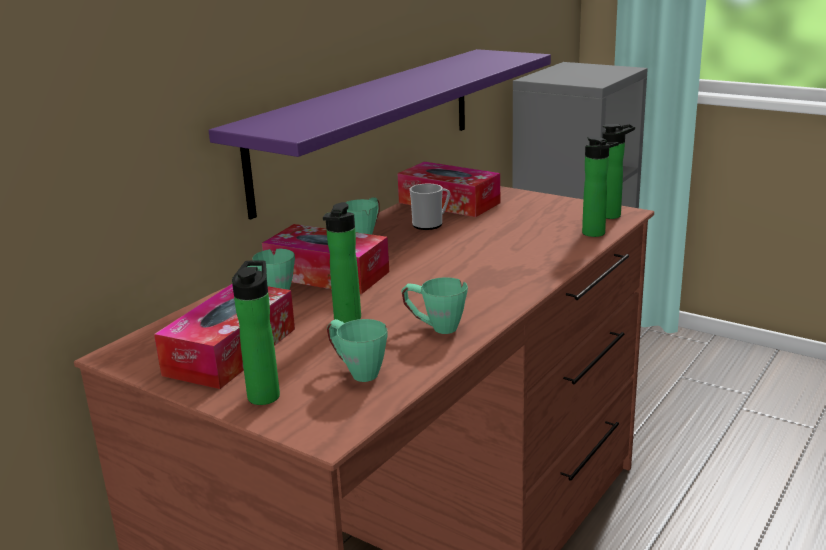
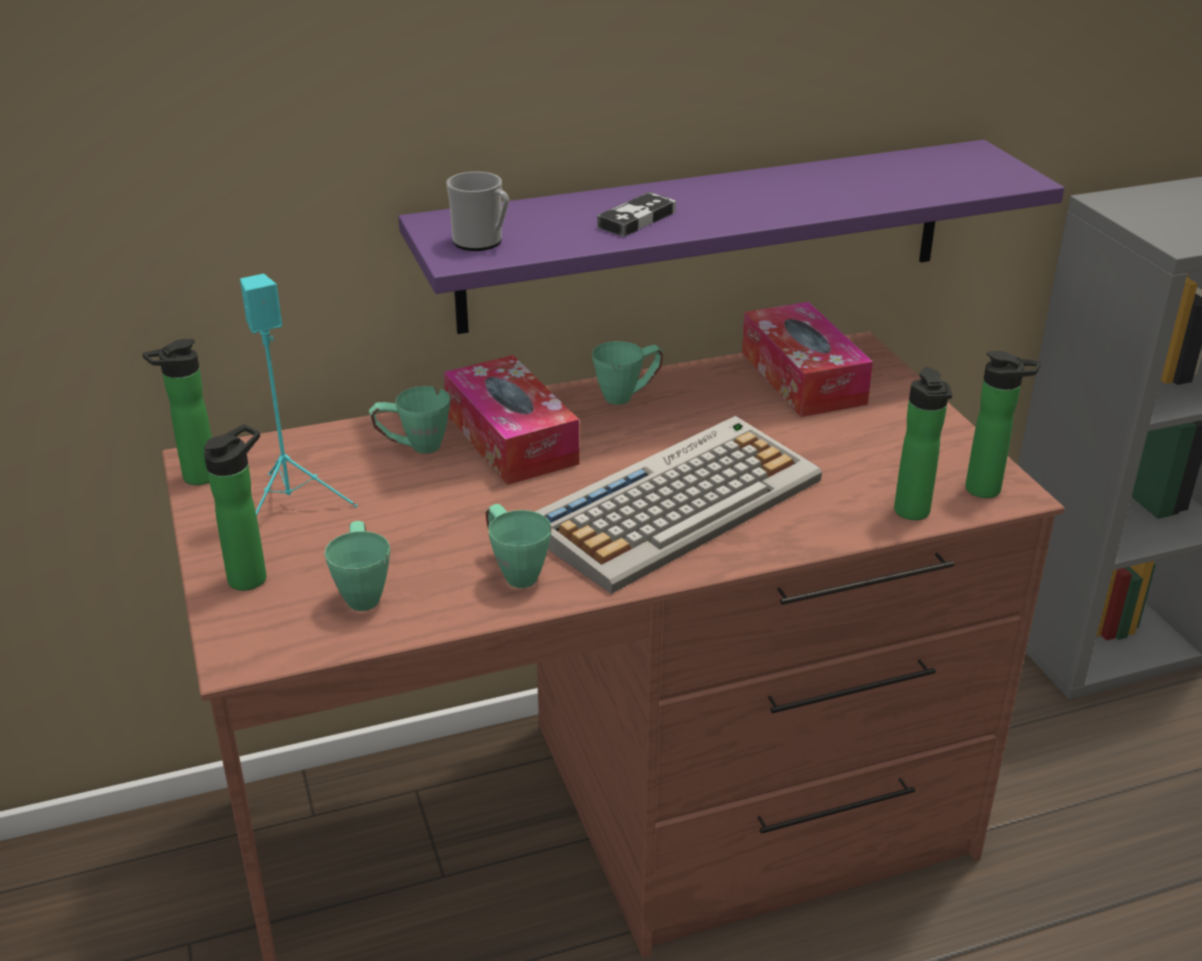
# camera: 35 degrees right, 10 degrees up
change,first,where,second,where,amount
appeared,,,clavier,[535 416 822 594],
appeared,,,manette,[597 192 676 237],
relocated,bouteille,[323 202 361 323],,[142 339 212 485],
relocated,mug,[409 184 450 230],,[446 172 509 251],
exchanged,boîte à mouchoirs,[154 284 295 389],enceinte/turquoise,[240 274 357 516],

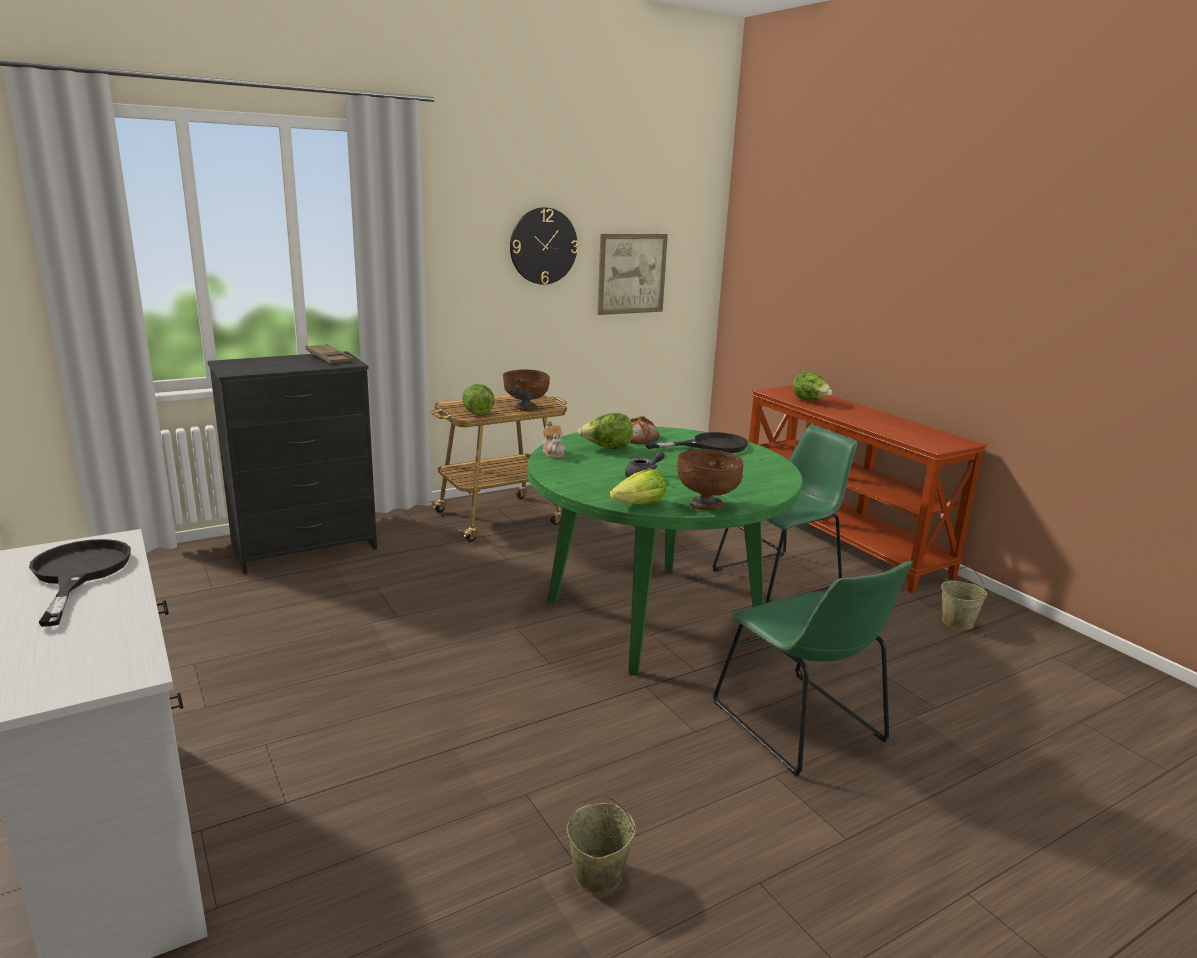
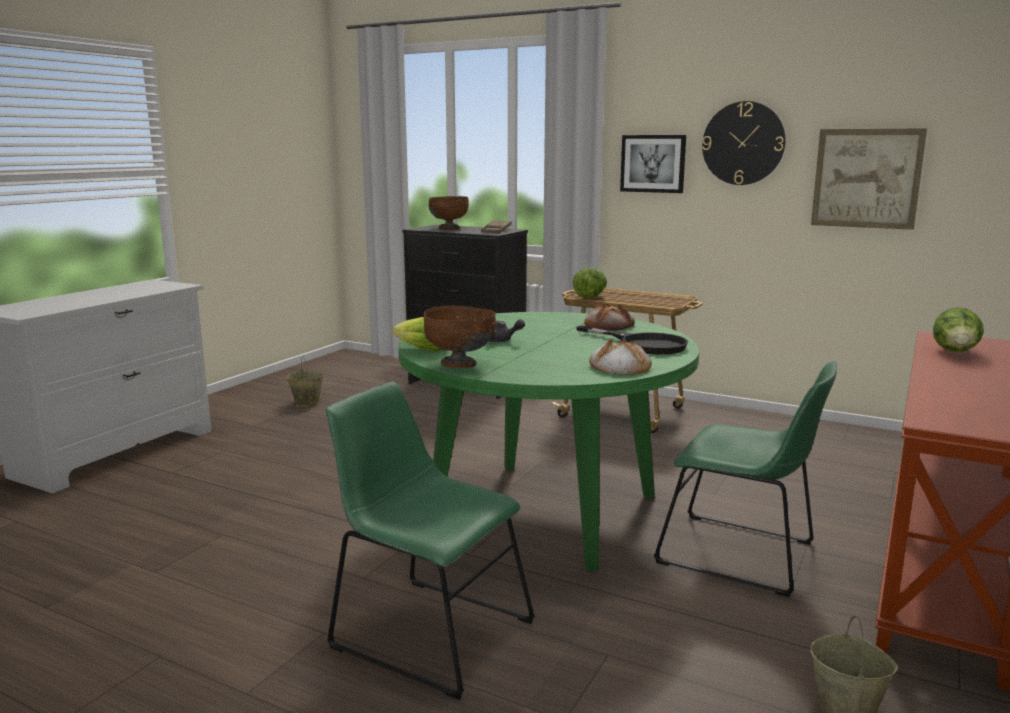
# camera: 60 degrees right, 5 degrees down
change,first,where,second,where,amount
missing,poêle/noir,[29 539 131 627],,,
missing,théière,[542 421 565 458],,,
missing,laitue,[578 413 633 449],,,
appeared,,,pain,[589 338 652 375],
appeared,,,tableau,[620 135 686 193],
relocated,bol/marron,[503 370 550 411],,[429 196 469 230],
relocated,seau/beige,[567 794 636 894],,[287 356 324 406],
spun,chaise/vert,[713 561 913 777],,[326 382 535 700],90 degrees clockwise

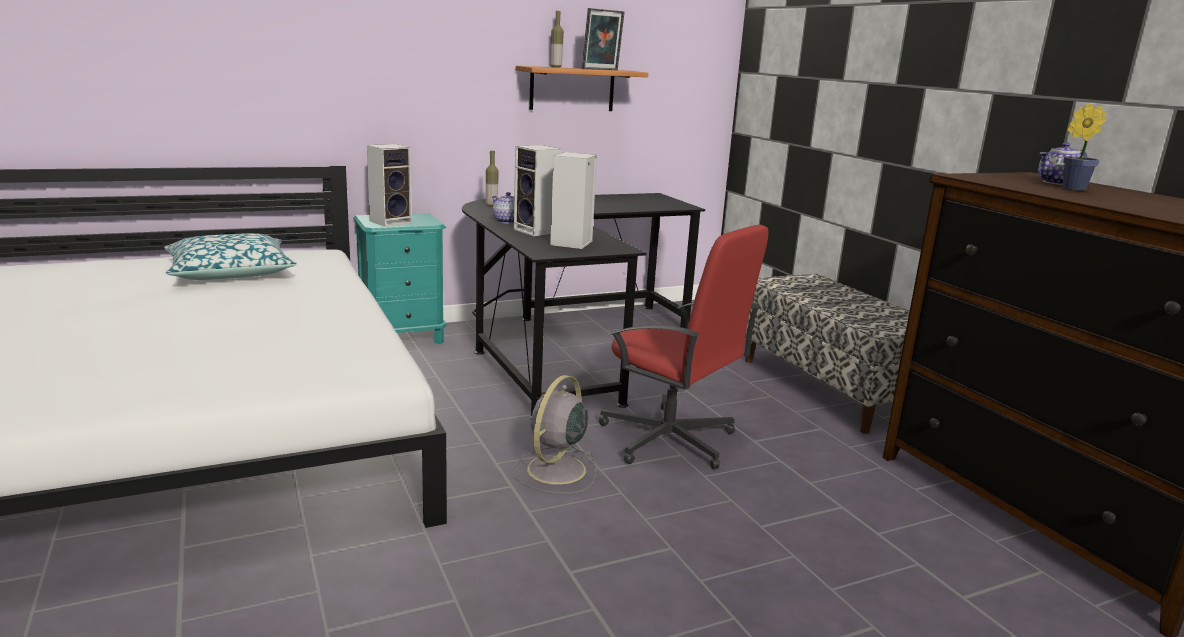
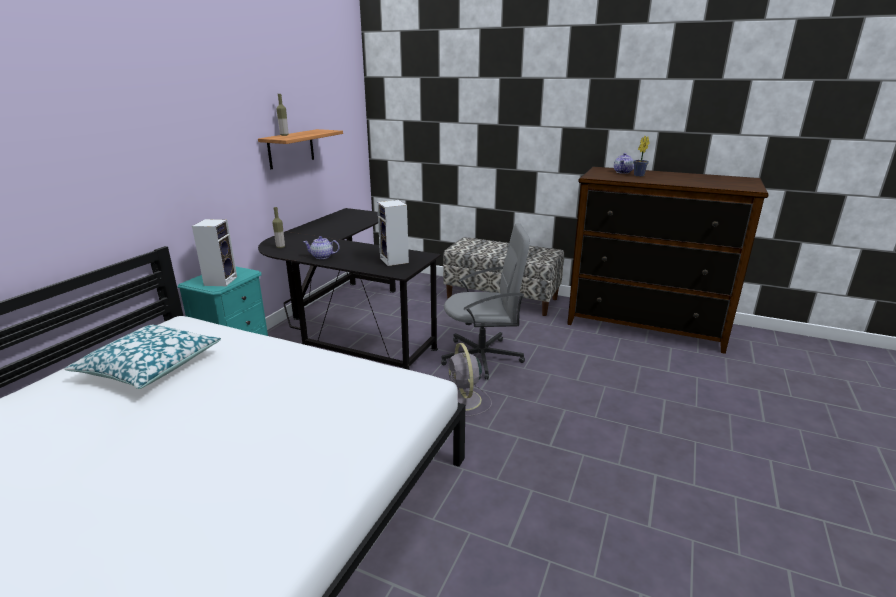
# camera: 40 degrees left, 5 degrees up
change,first,where,second,where,amount
missing,enceinte,[514 145 562 236],,,
missing,cadre photo,[582 8 625 70],,,
colour,chaise de bureau/rouge,[599 225 768 469],chaise de bureau/gris,[441 223 530 380],

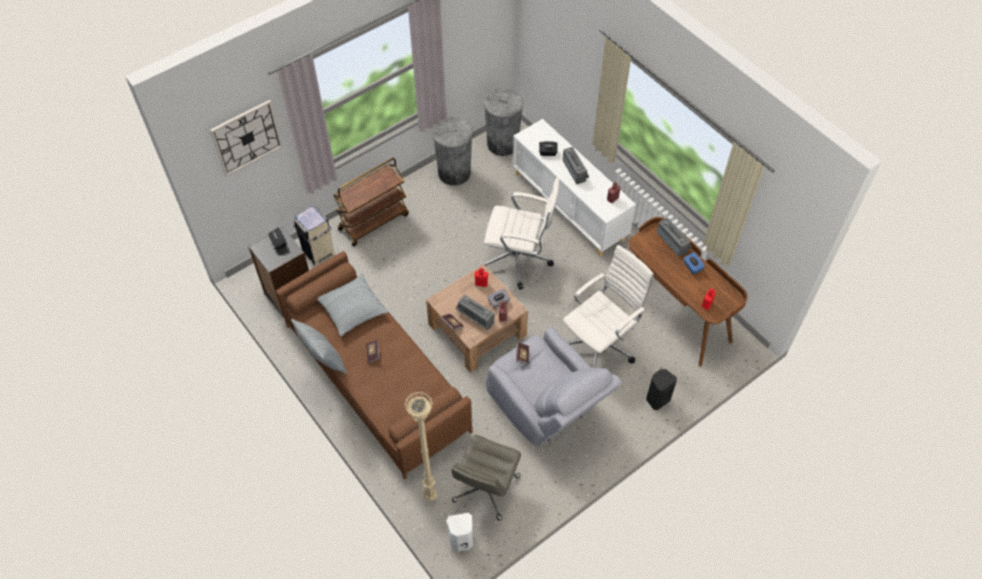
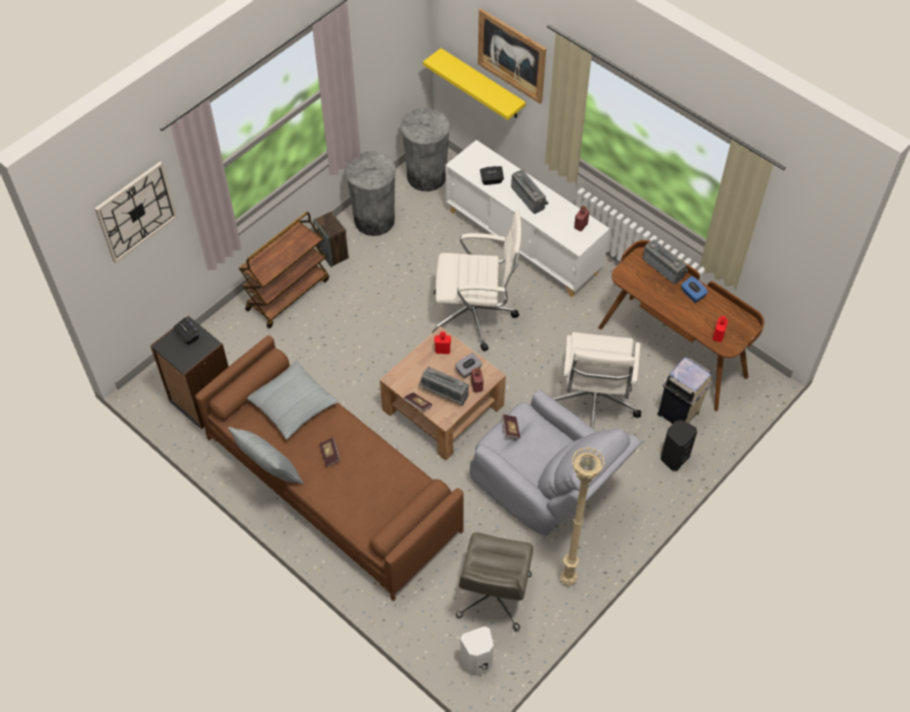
# camera: 10 degrees left, 0 degrees up
change,first,where,second,where,amount
appeared,,,enceinte,[313 212 349 267],
appeared,,,étagère/jaune,[423 48 526 120],
appeared,,,tableau,[478 9 546 104],
relocated,poubelle/beige,[293 206 335 266],,[657 357 712 424],
relocated,lampadaire/beige,[405 392 437 502],,[560 447 605 586],
spun,chaise de bureau/blanc,[563 245 654 368],,[553 332 641 429],150 degrees clockwise

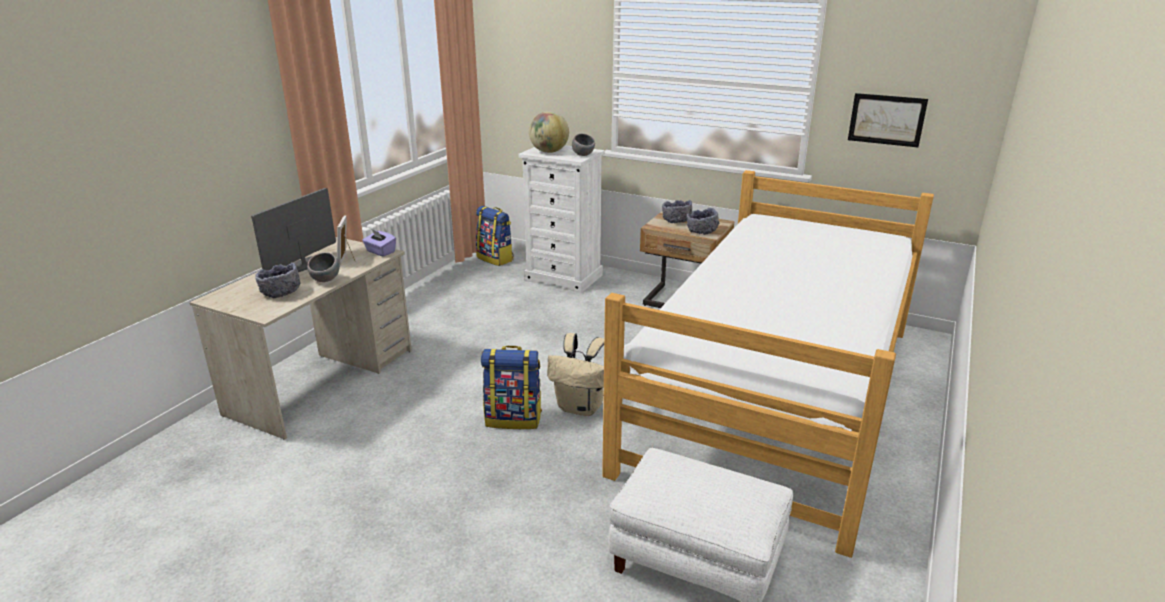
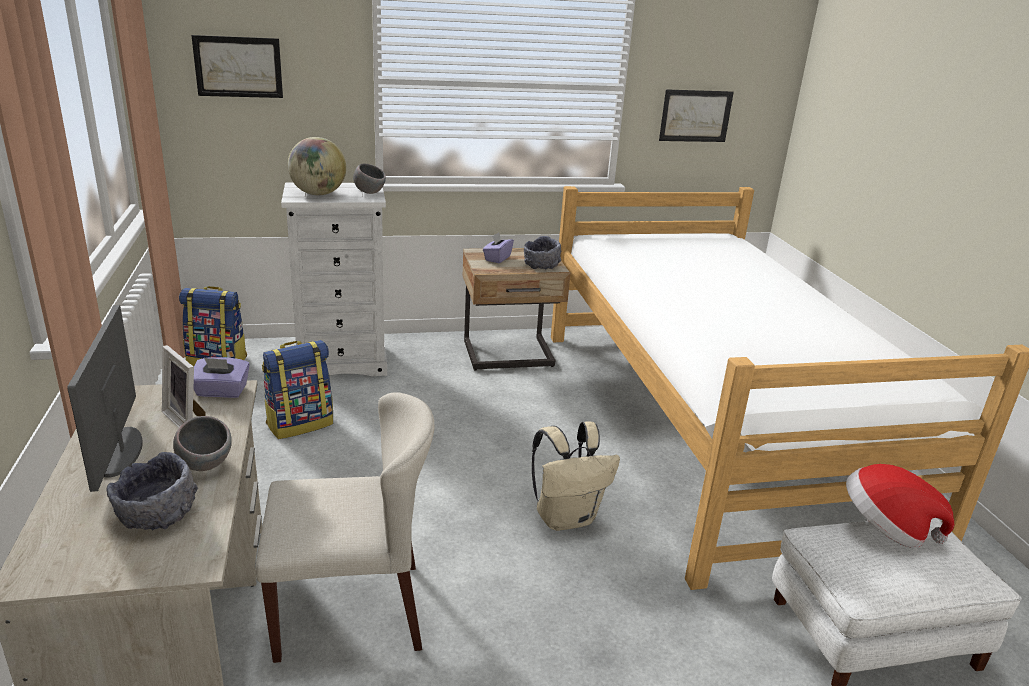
# camera: 40 degrees left, 0 degrees up
change,first,where,second,where,amount
appeared,,,tableau,[191 35 283 98],
appeared,,,chaise/beige,[255 392 435 663],
appeared,,,chapeau,[846 464 954 548],
relocated,sac à dos,[481 346 542 429],,[262 340 333 439],
exchanged,bol/gris,[662 200 692 223],boîte à mouchoirs/violet,[483 233 514 263],

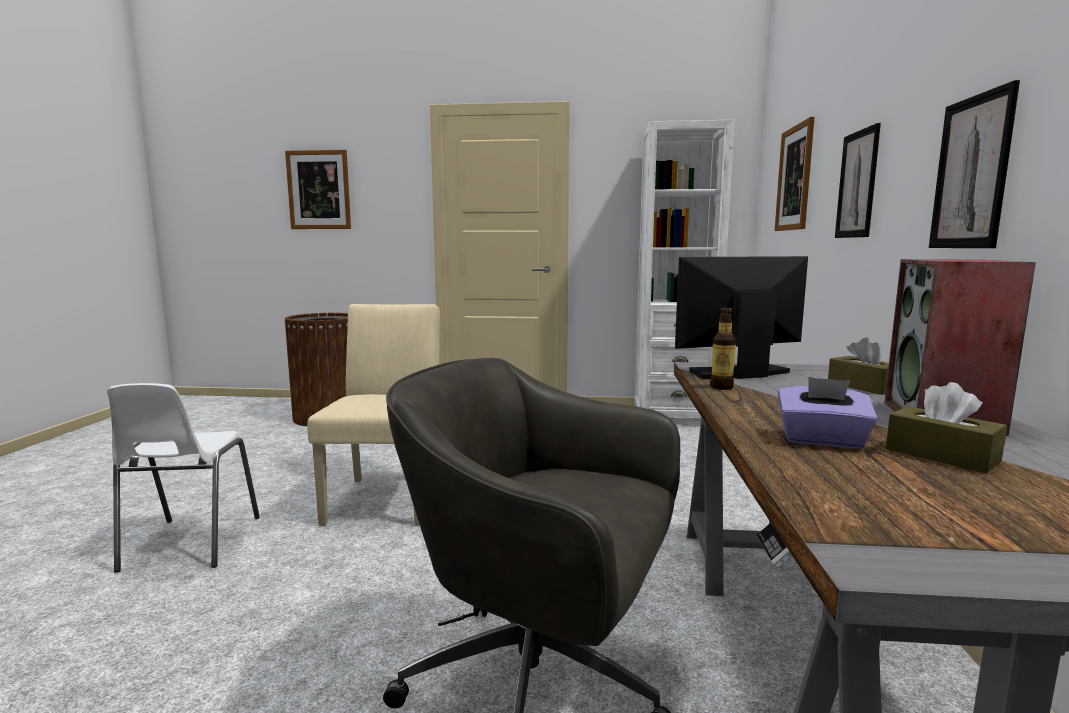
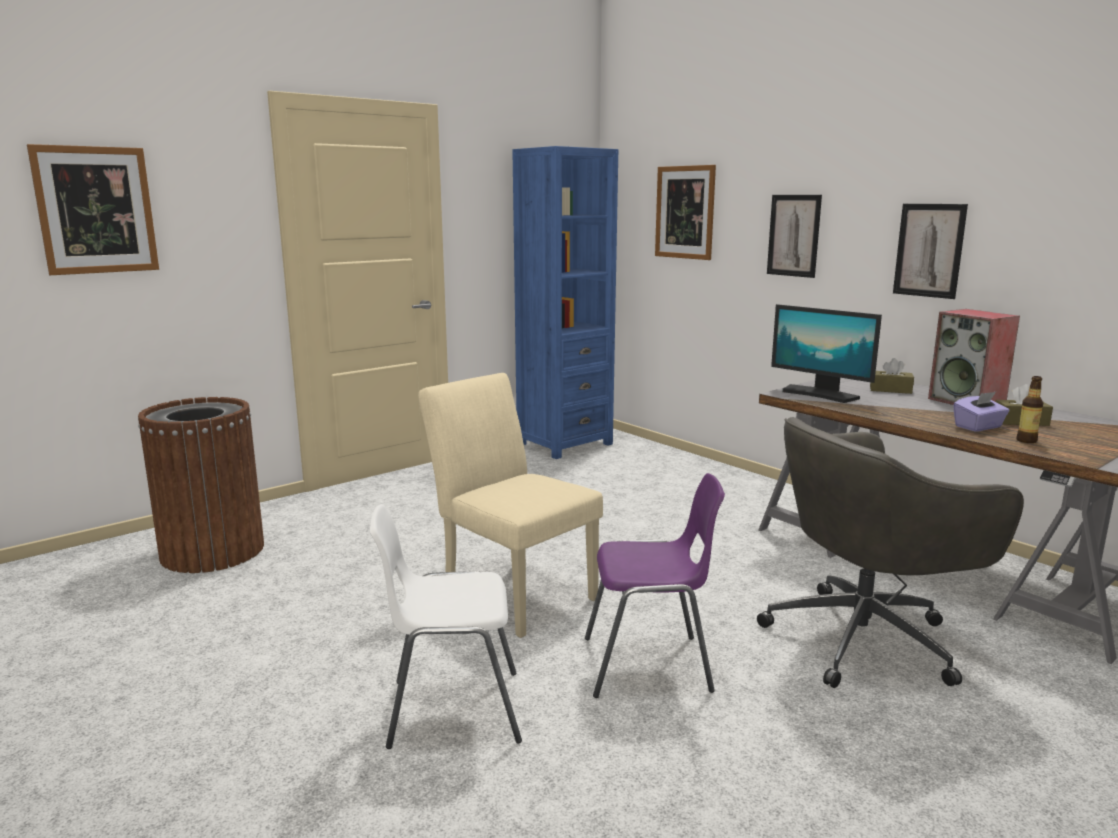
# camera: 45 degrees left, 5 degrees up
change,first,where,second,where,amount
appeared,,,chaise/violet,[585 473 725 698],
relocated,bouteille,[710 307 736 390],,[1016 376 1043 443],
colour,bibliothèque/blanc,[635 120 735 418],bibliothèque/bleu,[512 146 618 459],
spun,chaise/blanc,[107 383 260 573],,[370 504 522 749],135 degrees clockwise
spun,écran d'ordinateur,[675 256 808 379],,[771 304 882 403],75 degrees counterclockwise

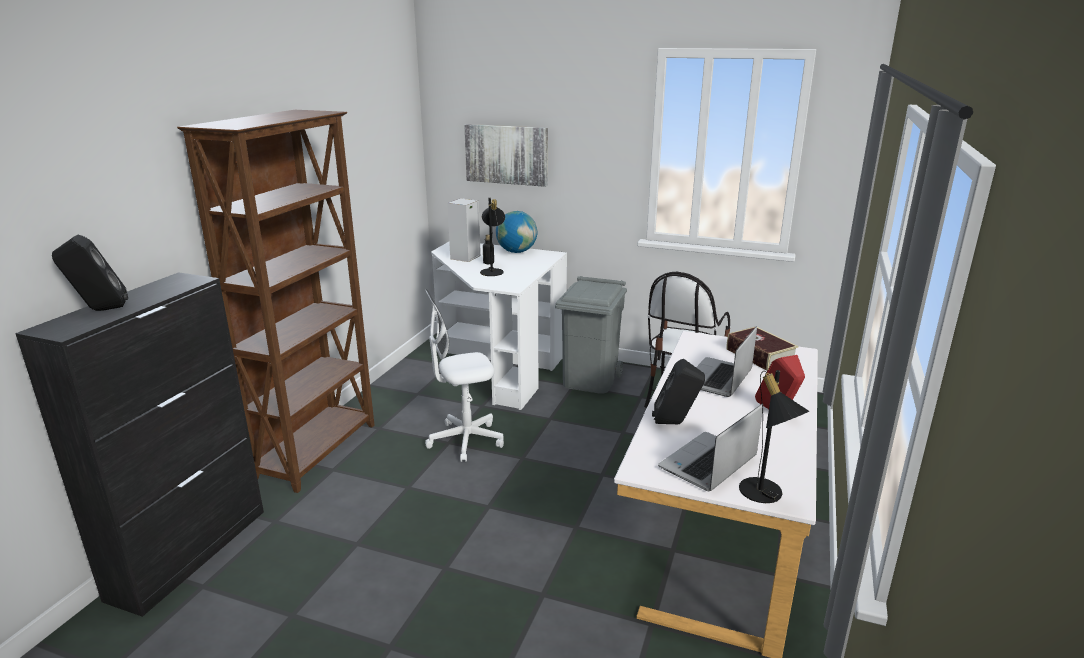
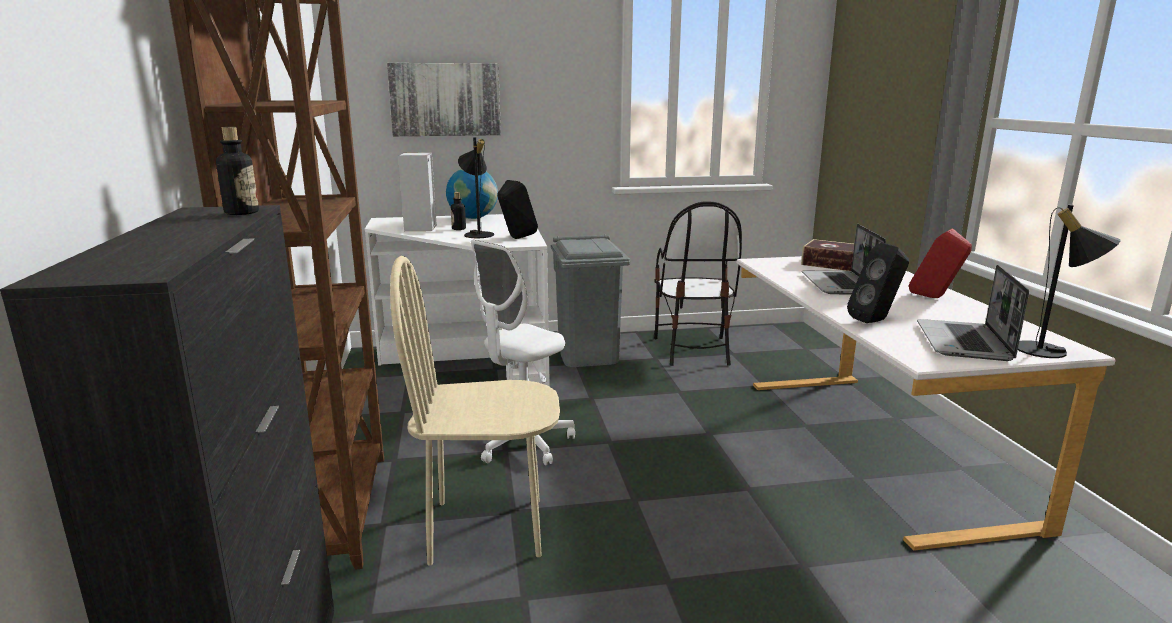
# camera: 30 degrees left, 5 degrees down
change,first,where,second,where,amount
appeared,,,bouteille,[216 127 259 215],
appeared,,,chaise/beige,[390 256 560 565],
relocated,enceinte/noir,[52 235 128 311],,[497 180 538 239],

